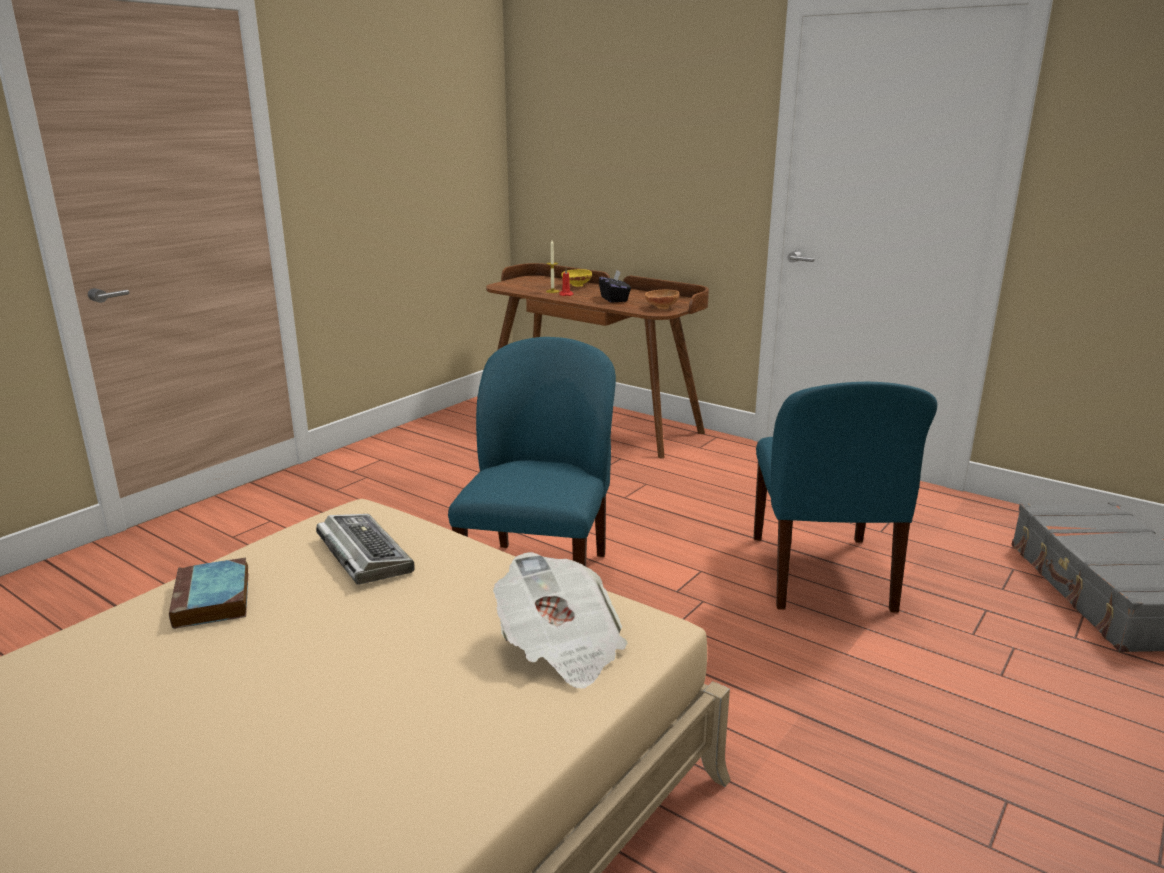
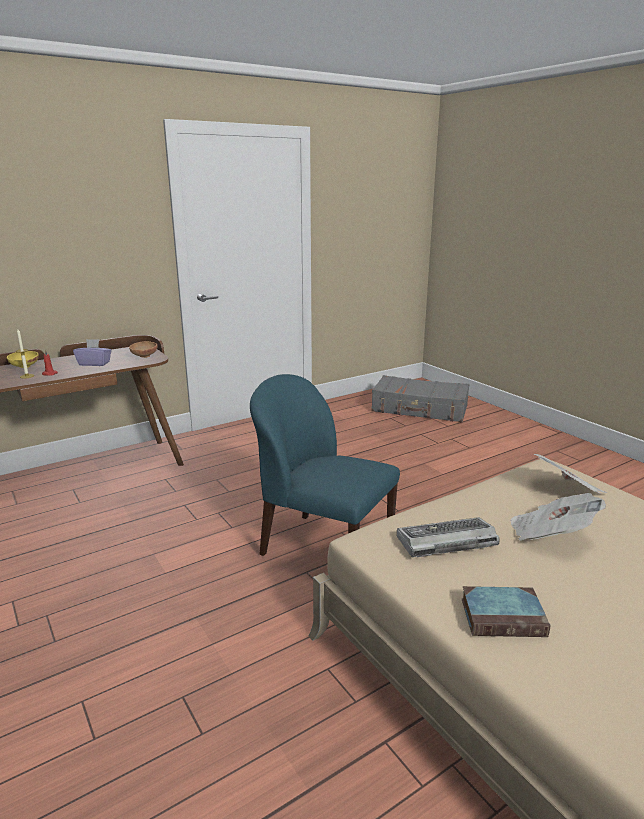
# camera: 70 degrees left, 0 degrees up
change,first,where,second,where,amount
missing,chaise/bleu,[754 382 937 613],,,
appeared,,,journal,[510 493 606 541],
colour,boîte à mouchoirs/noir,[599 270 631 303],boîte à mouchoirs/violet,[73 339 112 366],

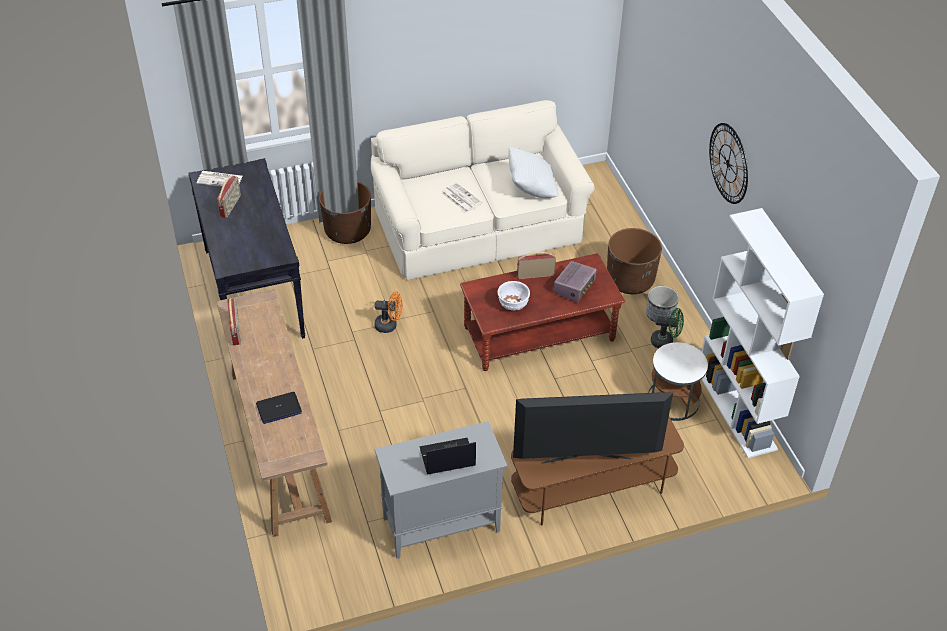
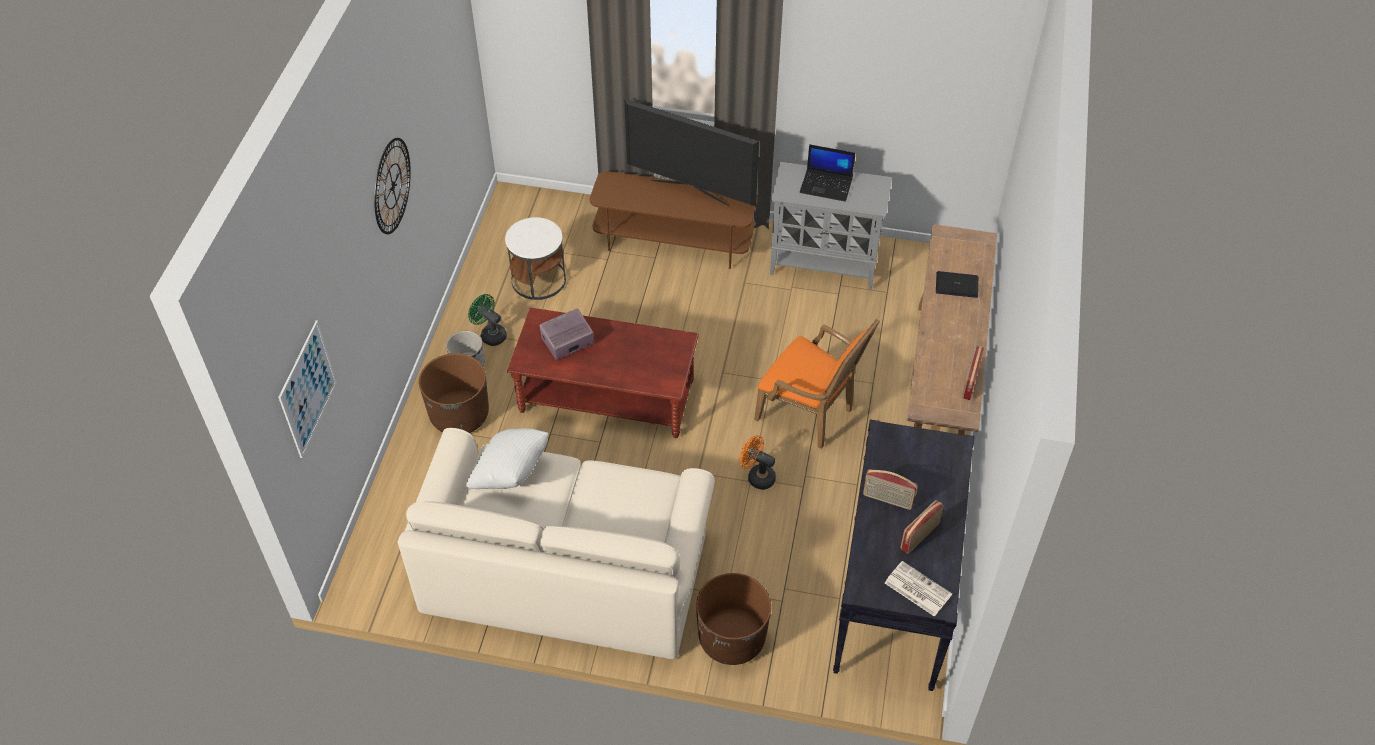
# camera: 150 degrees left, 5 degrees up
change,first,where,second,where,amount
missing,journal,[441 183 482 213],,,
missing,bol/blanc,[498 281 530 311],,,
missing,bibliothèque/blanc,[701 208 824 458],,,
appeared,,,tableau,[278 320 337 458],
appeared,,,fauteuil/orange,[754 319 880 449],
relocated,radio,[517 252 556 279],,[863 469 918 510],

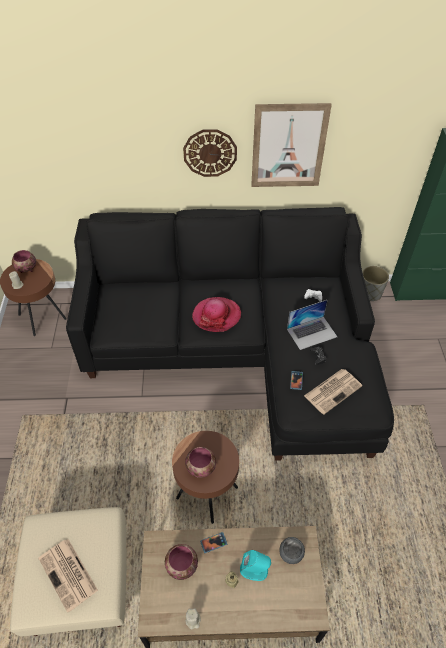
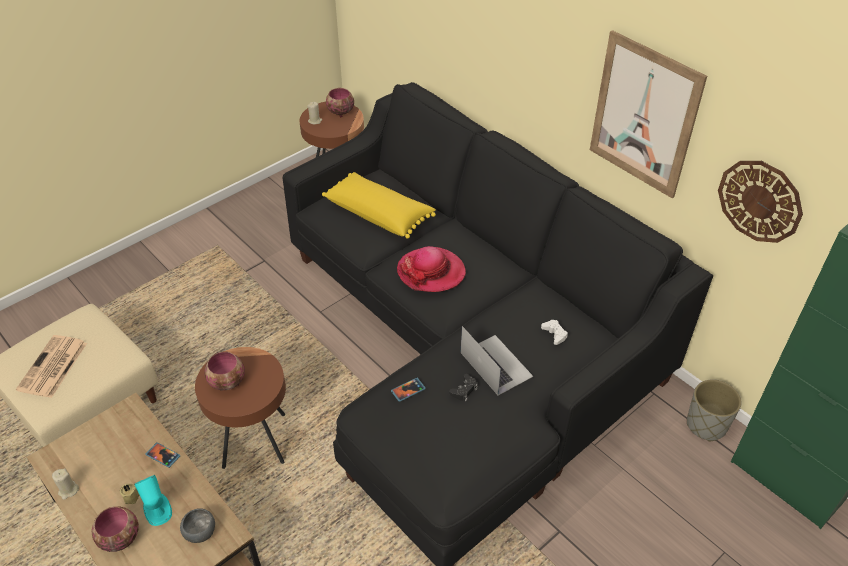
# camera: 50 degrees right, 5 degrees down
change,first,where,second,where,amount
missing,journal,[304 369 362 415],,,
appeared,,,coussin/jaune,[322 172 436 239],
relocated,bol,[165 544 198 580],,[92 506 139 552],
relocated,horloge murale,[183 129 237 177],,[718 161 803 243],
spun,ordinateur portable,[287 300 337 350],,[461 326 533 395],150 degrees counterclockwise

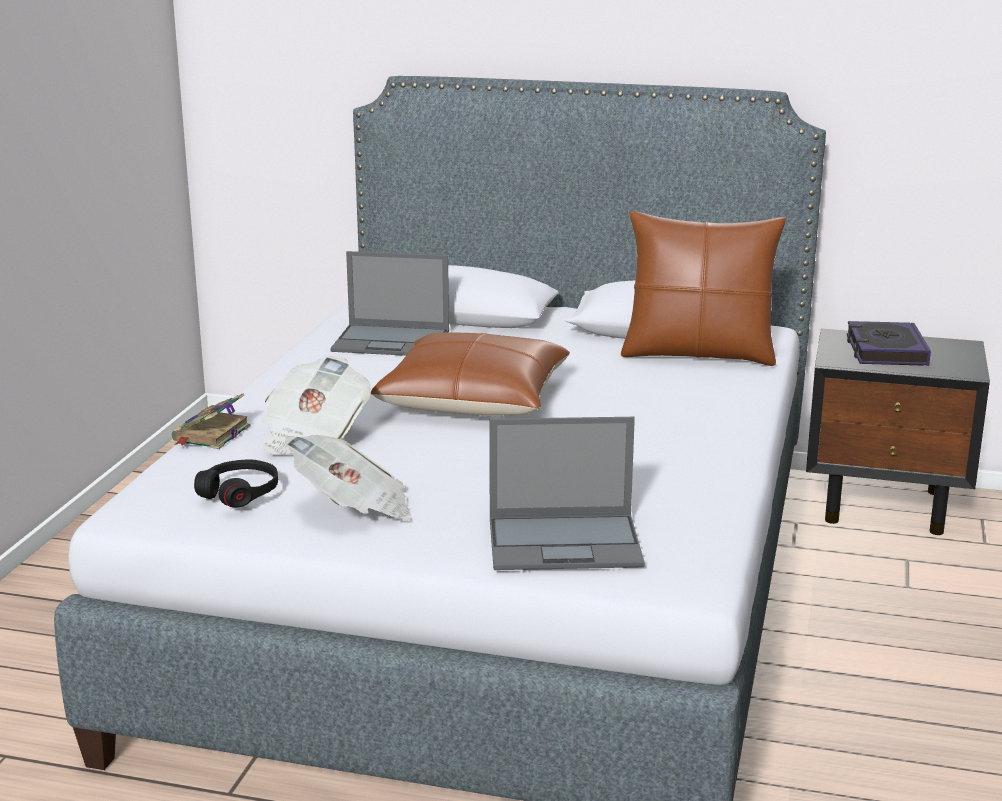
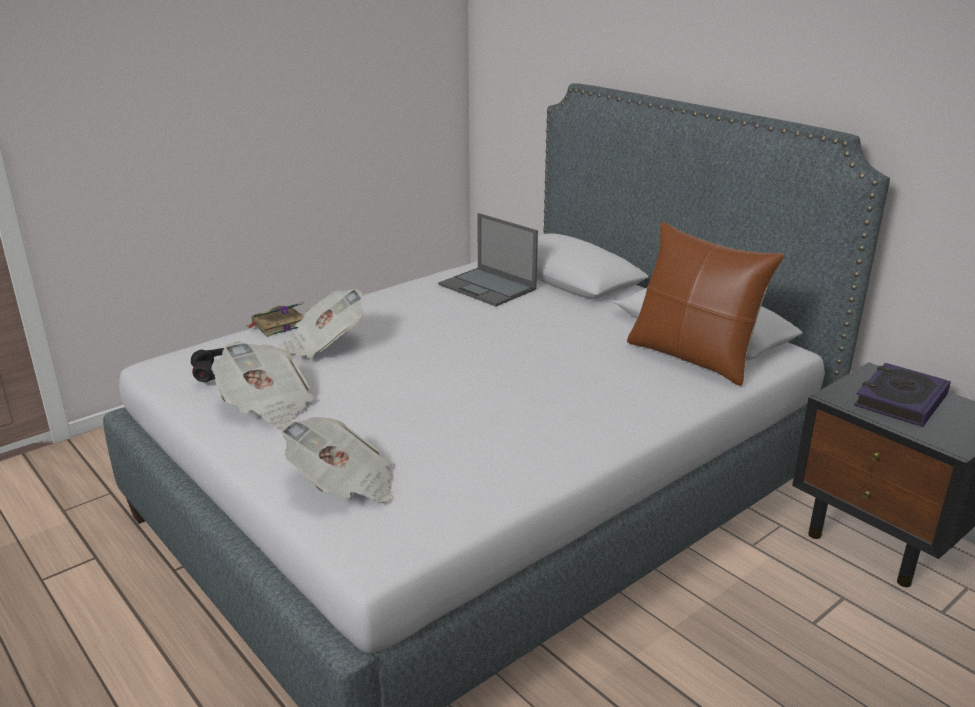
# camera: 35 degrees right, 5 degrees up
change,first,where,second,where,amount
missing,coussin/marron,[371 332 570 416],,,
exchanged,ordinateur portable,[489 417 645 570],journal,[281 417 392 502],

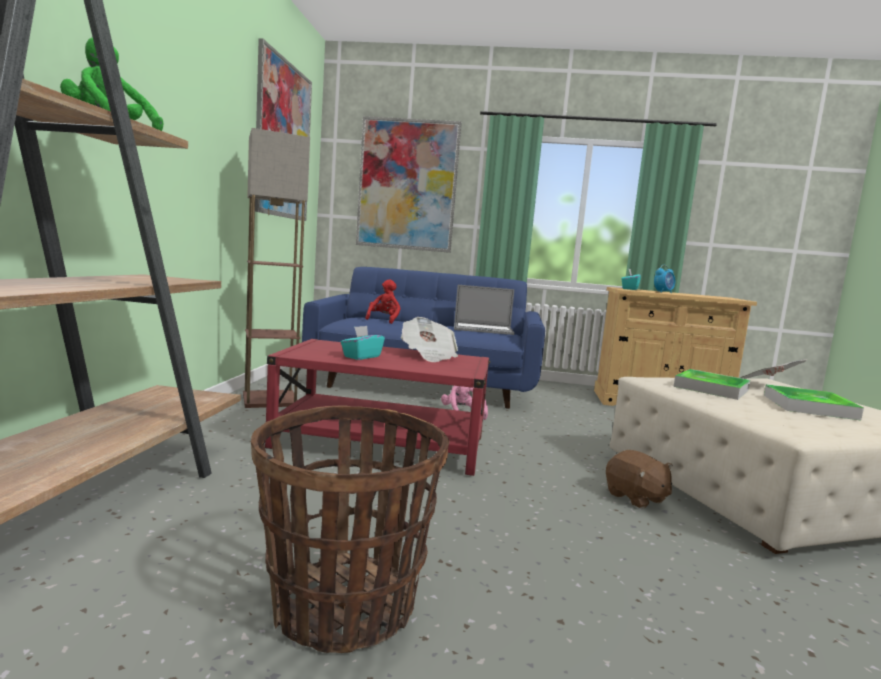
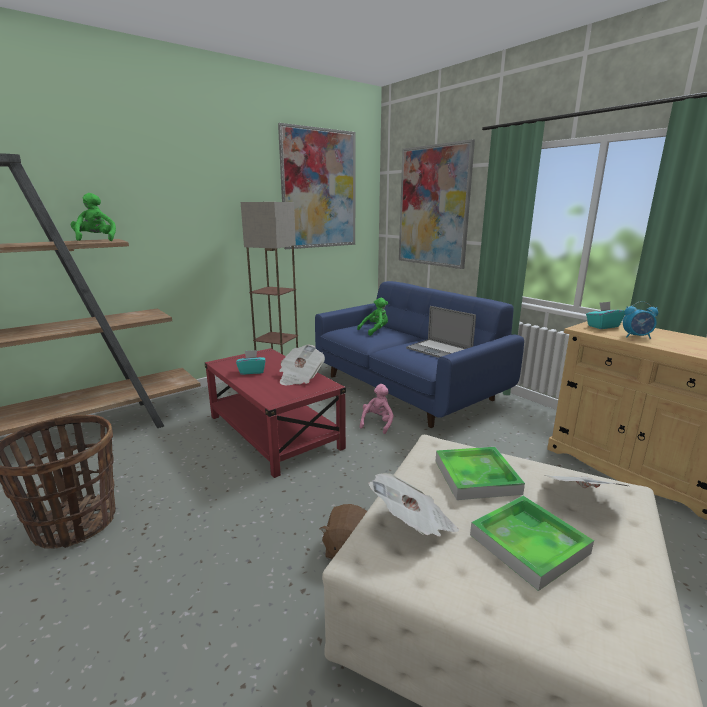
# camera: 45 degrees right, 10 degrees up
change,first,where,second,where,amount
appeared,,,journal,[368 473 459 537],
colour,peluche/rouge,[365 279 401 324],peluche/vert,[357 298 388 336],

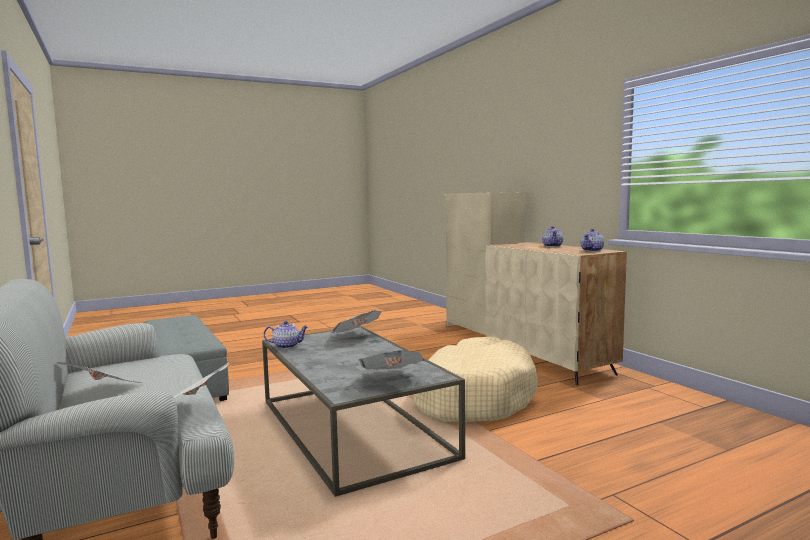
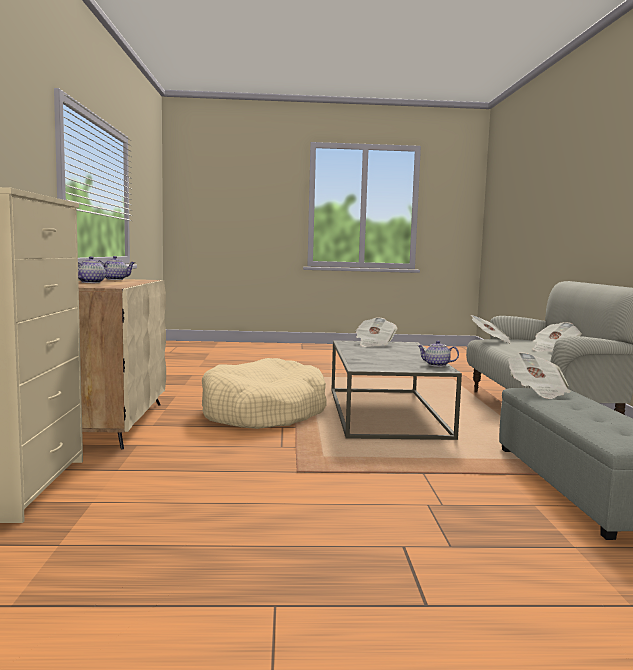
# camera: 155 degrees left, 0 degrees up
change,first,where,second,where,amount
relocated,journal,[331 310 382 333],,[508 352 571 399],

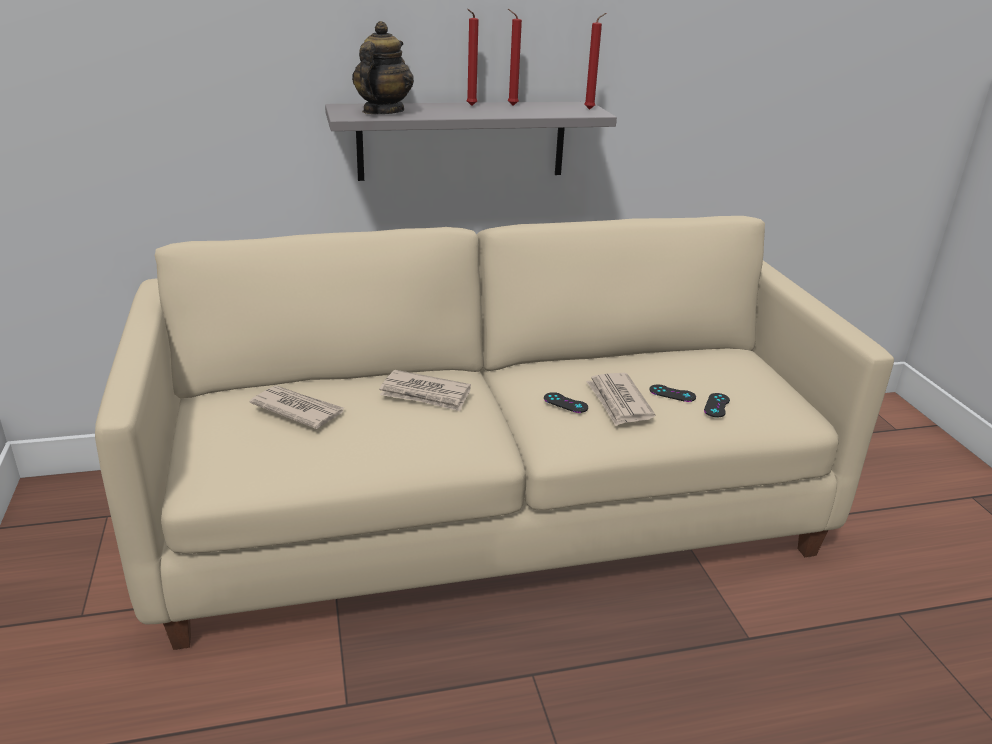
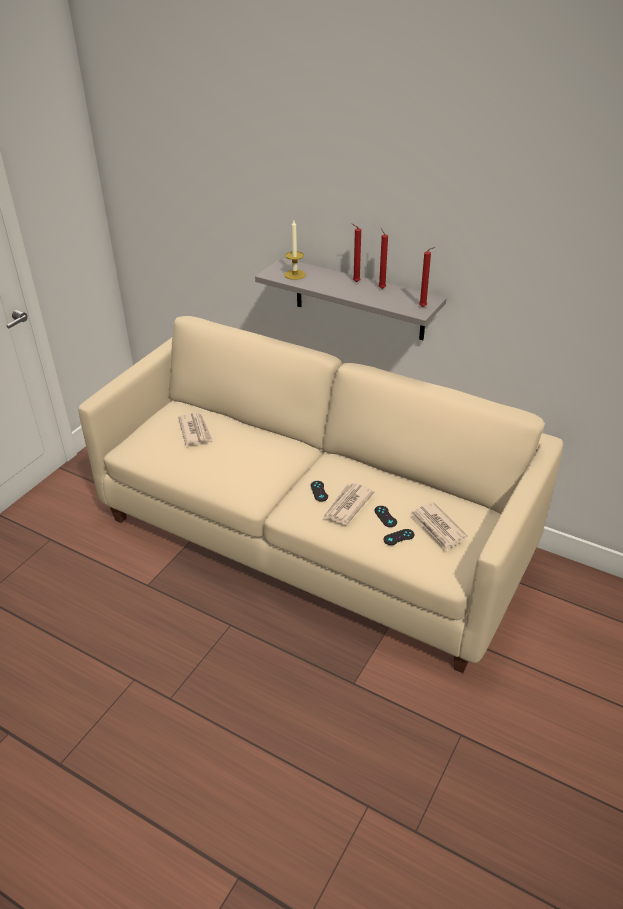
# camera: 45 degrees right, 10 degrees up
change,first,where,second,where,amount
relocated,journal,[379 370 471 411],,[410 502 468 551],
exchanged,théière,[352 21 414 114],bougie,[284 220 306 280],

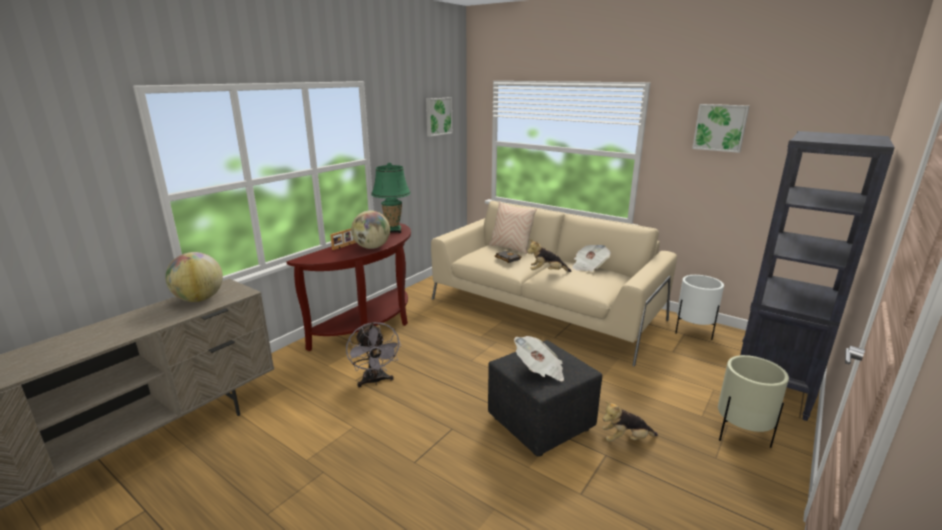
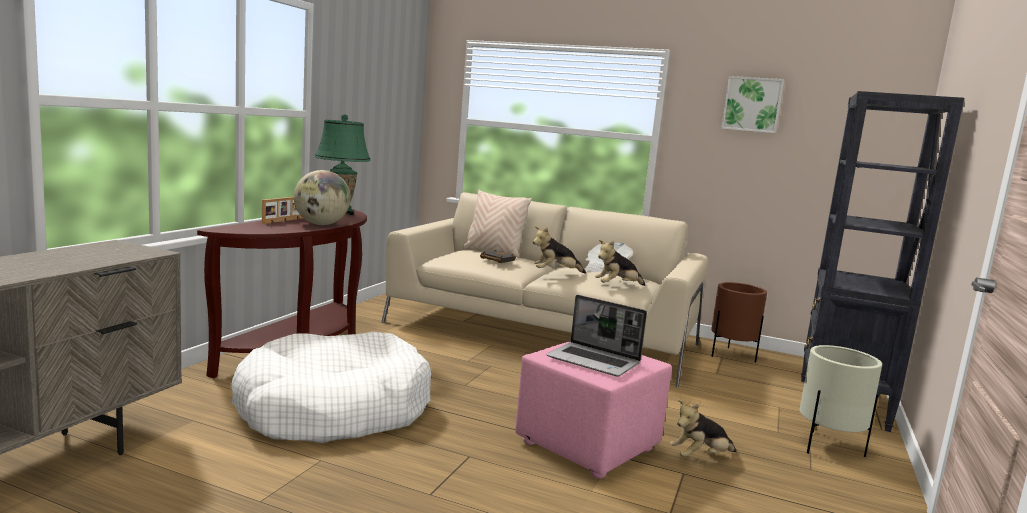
# camera: 15 degrees left, 10 degrees down
change,first,where,second,where,amount
missing,globe,[165 252 223 302],,,
missing,tableau,[426 97 452 137],,,
appeared,,,peluche,[595 240 645 286],
exchanged,ventilateur/gris,[346 322 401 387],panier pour chien/blanc,[231 332 432 443],
exchanged,journal,[514 336 564 381],ordinateur portable,[547 295 647 377],
colour,pouf/noir,[488 340 602 457],pouf/rose,[515 341 672 479],
colour,cache-pot/blanc,[675 275 724 340],cache-pot/marron,[711 282 767 363],

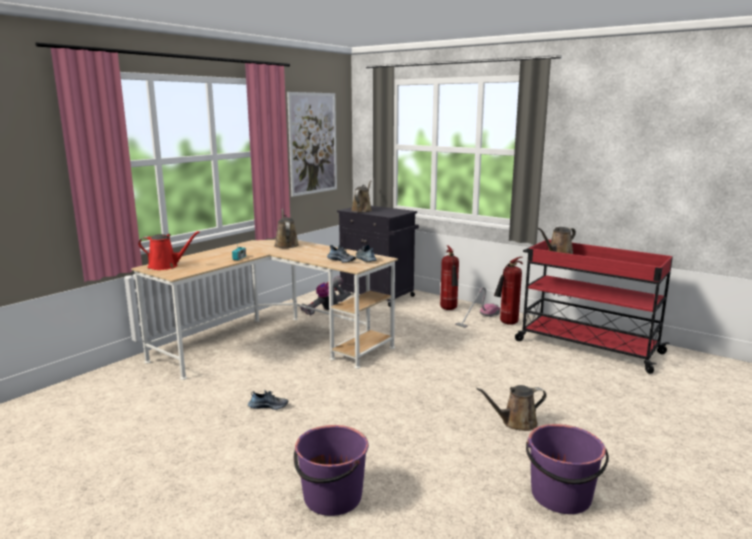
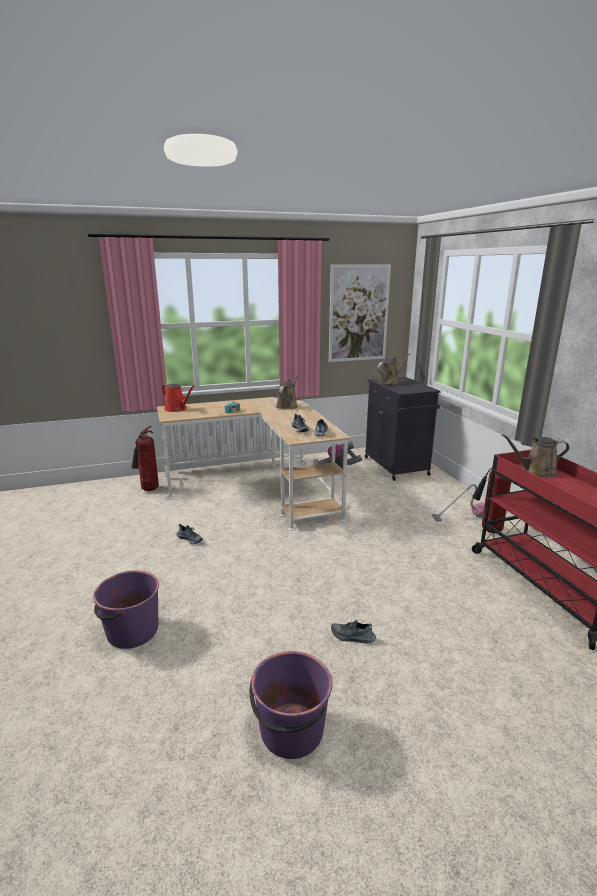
# camera: 35 degrees right, 5 degrees up
change,first,where,second,where,amount
relocated,extincteur,[440 245 459 310],,[131 426 159 491],
exchanged,arrosoir/marron,[476 385 547 431],chaussure,[331 620 376 644],

